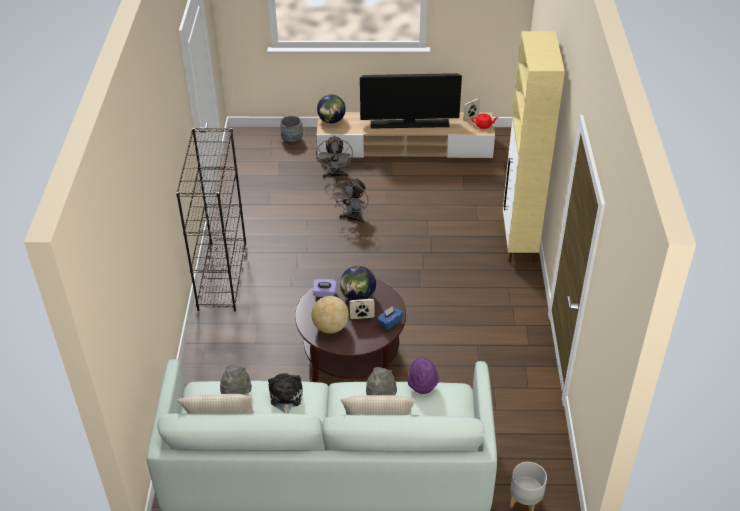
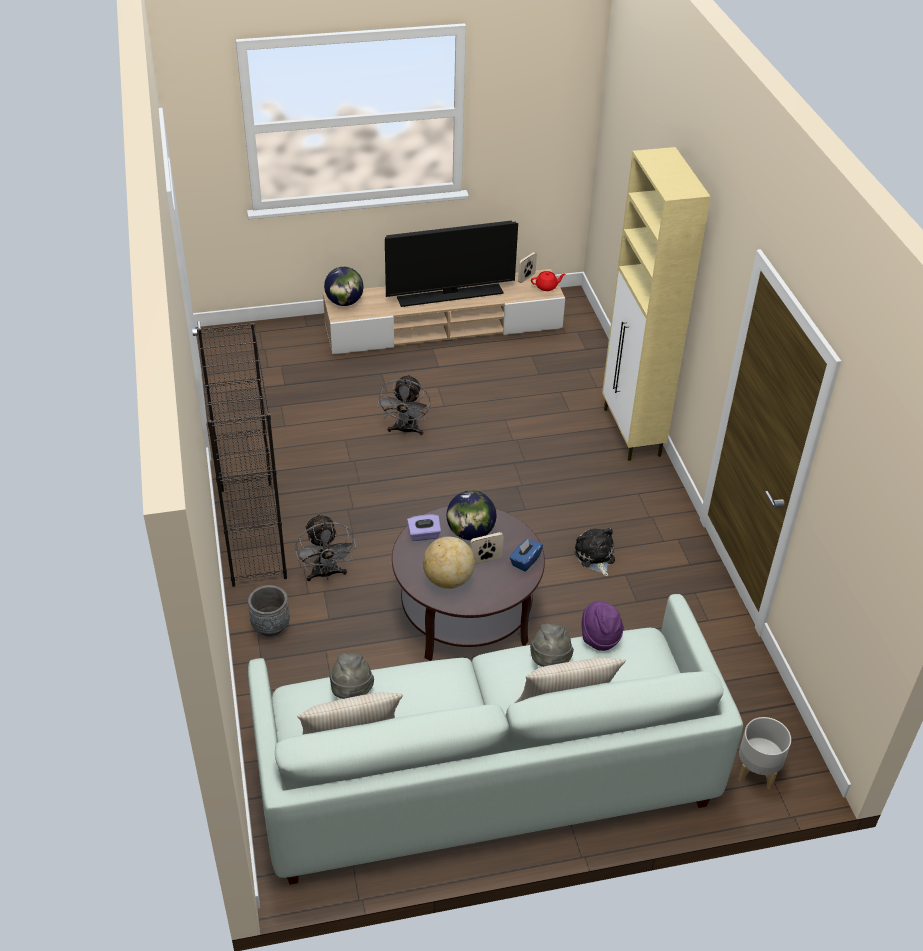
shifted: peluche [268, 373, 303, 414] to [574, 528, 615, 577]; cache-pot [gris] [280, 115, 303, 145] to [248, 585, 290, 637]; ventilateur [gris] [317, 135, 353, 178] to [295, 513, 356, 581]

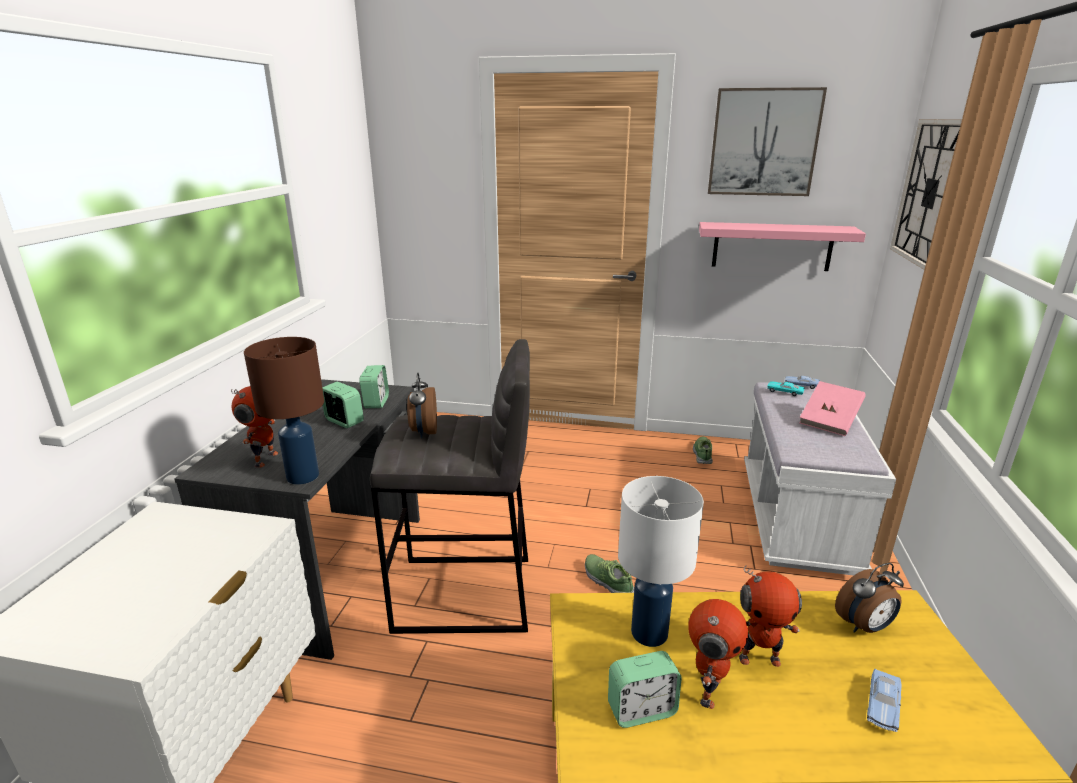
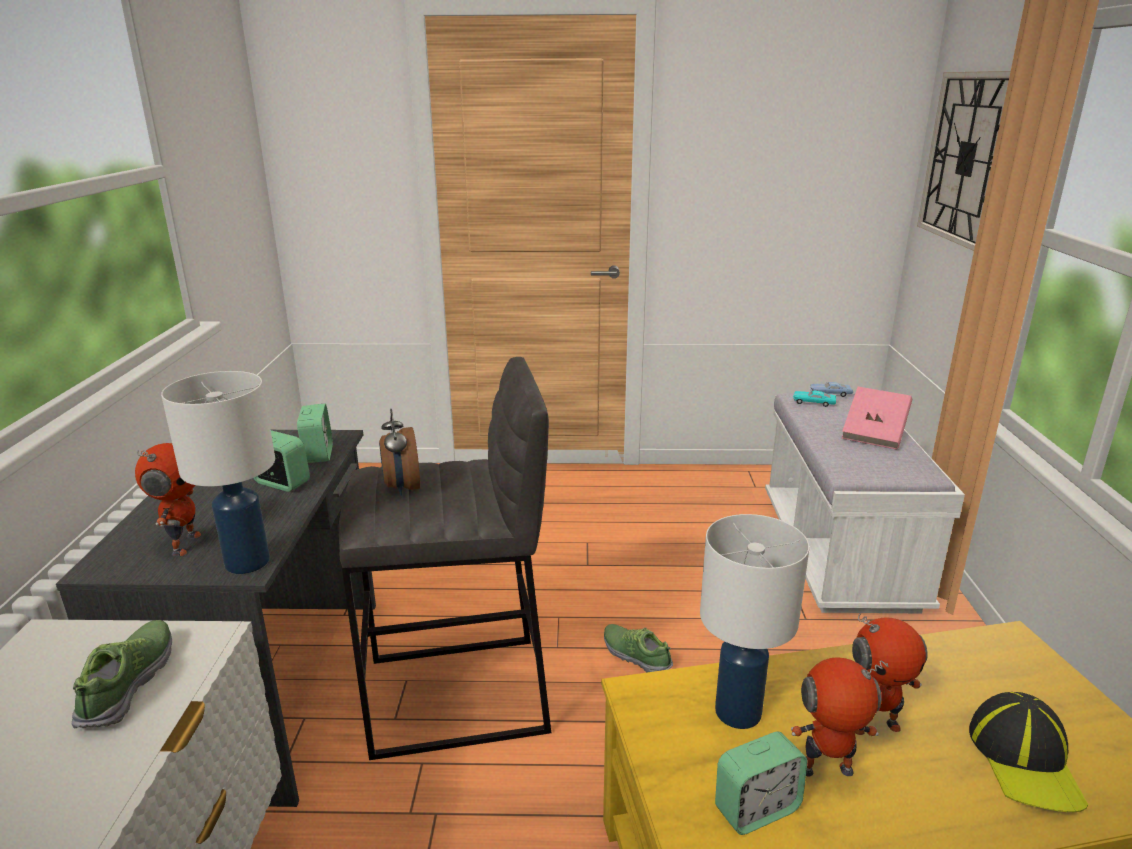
gone: étagère [rose] [699, 222, 866, 271]; tableau [708, 87, 827, 196]; réveil [835, 563, 904, 633]
shifted: chaussure [693, 437, 713, 464] to [72, 620, 172, 729]
swapped: petite voiture [bleu] [867, 669, 902, 732] to casquette [969, 692, 1088, 812]
repainted: lampe de table [marron] [244, 337, 324, 485] to lampe de table [blanc] [161, 371, 275, 574]
rotated: robot jouet [688, 599, 748, 709] = [791, 657, 889, 776] 105 degrees counterclockwise

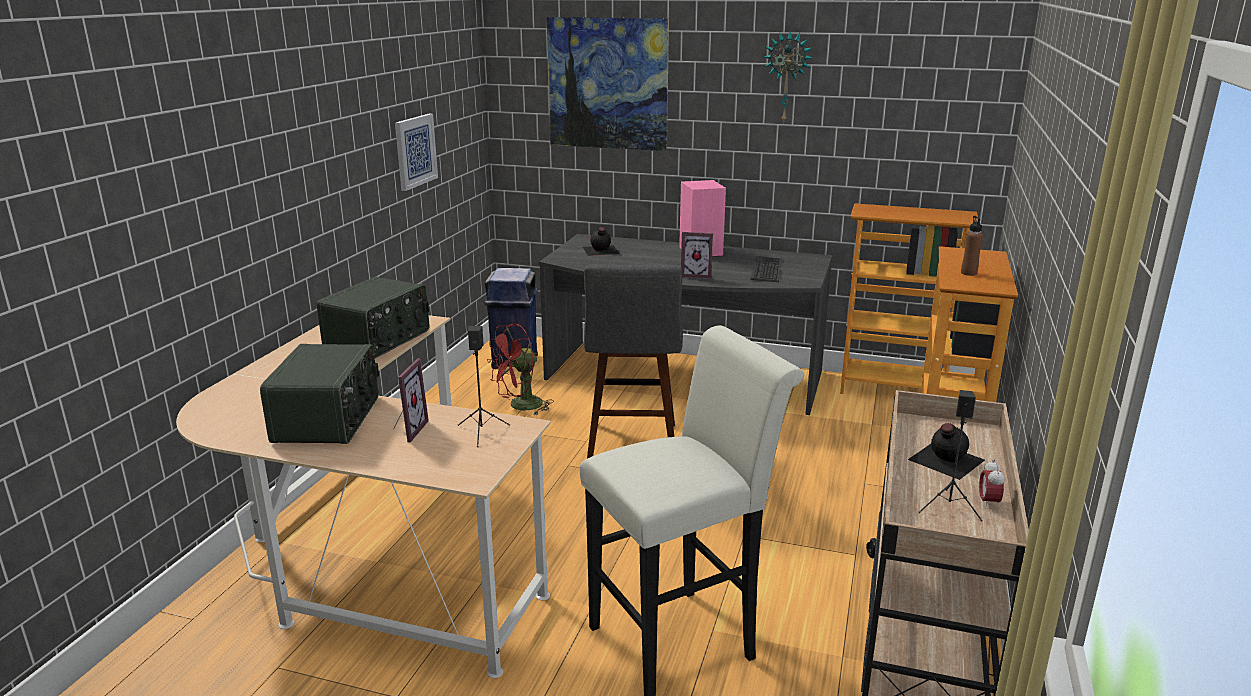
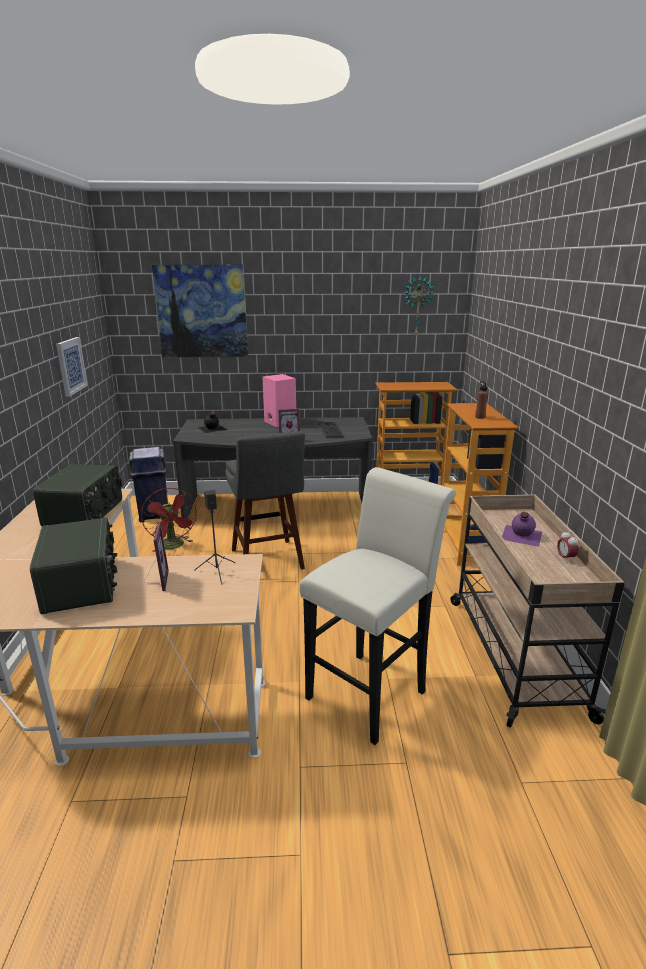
gone: enceinte [noir] [918, 390, 983, 521]
shifted: horloge murale [763, 32, 813, 124] to [403, 276, 435, 335]
repainted: bouteille [noir] [908, 423, 985, 480] to bouteille [violet] [502, 512, 542, 547]
rotated: ventilateur [rouge] [487, 323, 554, 415] = [141, 488, 197, 552] 60 degrees counterclockwise

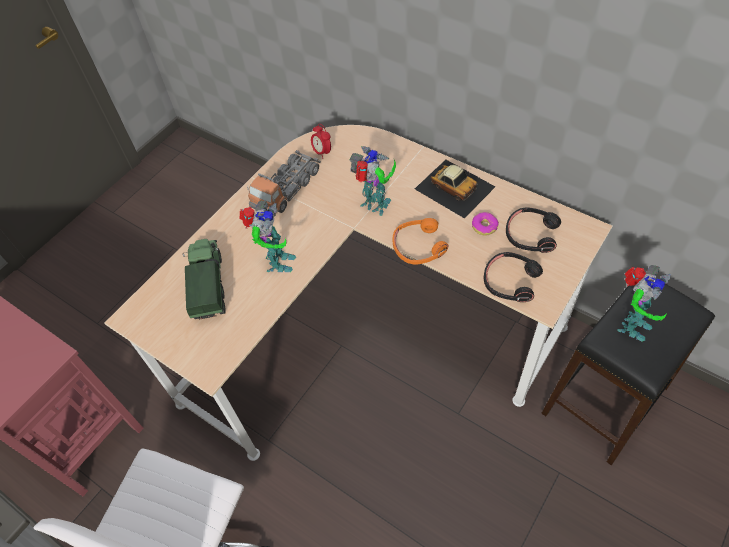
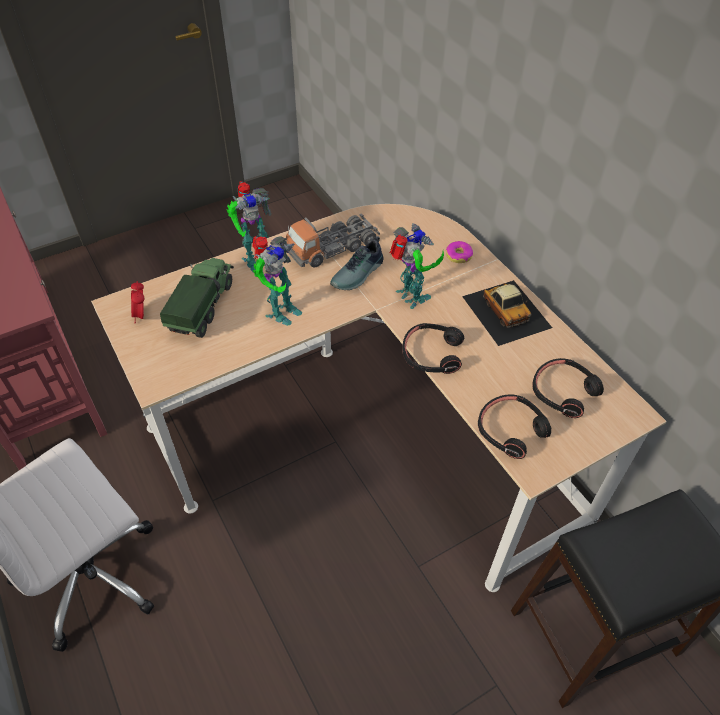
new: chaussure [330, 236, 384, 290]
shifted: réveil [311, 124, 331, 158] to [131, 281, 144, 324]; beignet [472, 212, 499, 236] to [446, 241, 473, 263]; robot jouet [617, 265, 671, 341] to [226, 181, 271, 273]
repainted: casque audio [orange] [393, 218, 449, 265] to casque audio [noir] [402, 323, 464, 374]

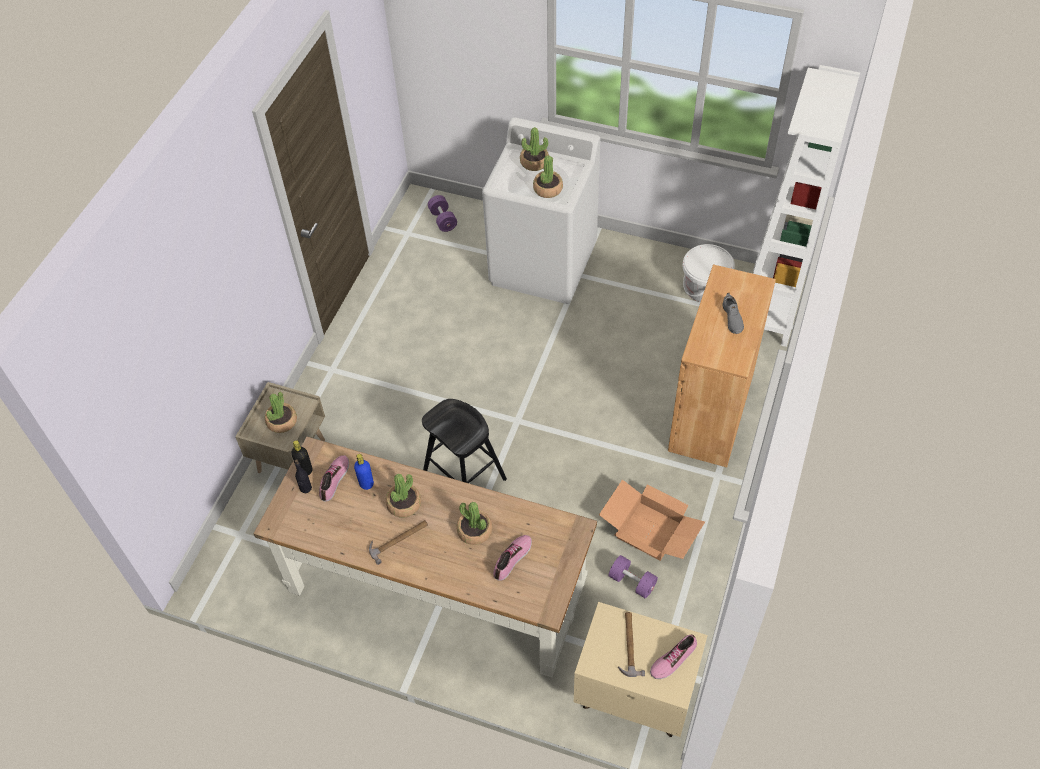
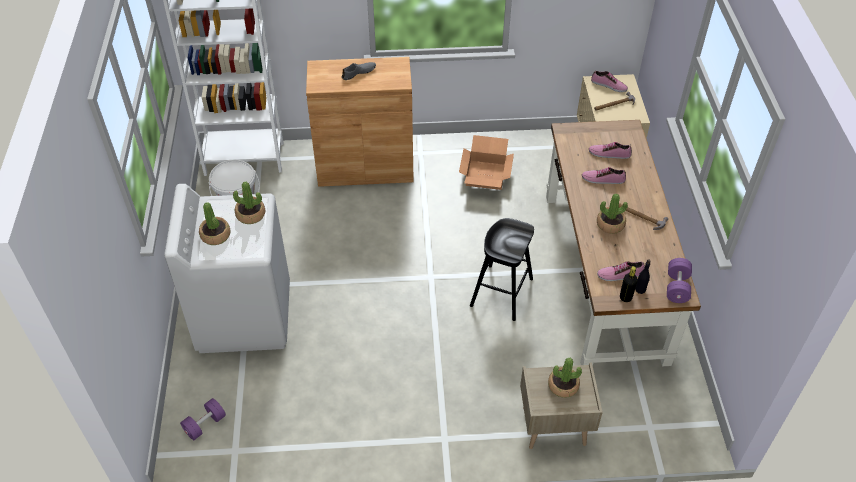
gone: bouteille [bleu] [354, 454, 374, 490]
shifted: haltère [violet] [609, 555, 658, 598] to [667, 258, 692, 303]
swapped: plante en pot [456, 502, 493, 545] to chaussure [582, 167, 626, 184]

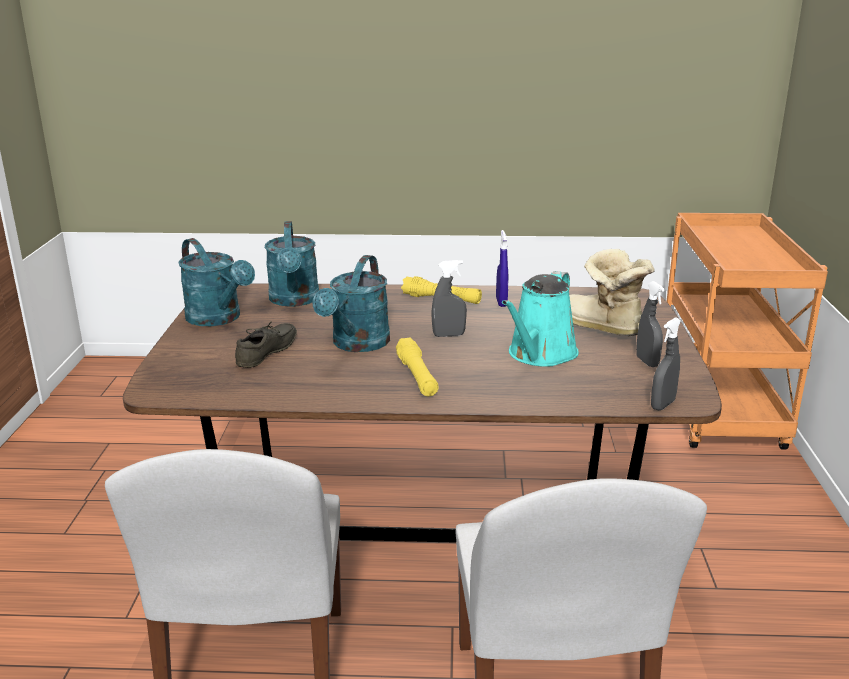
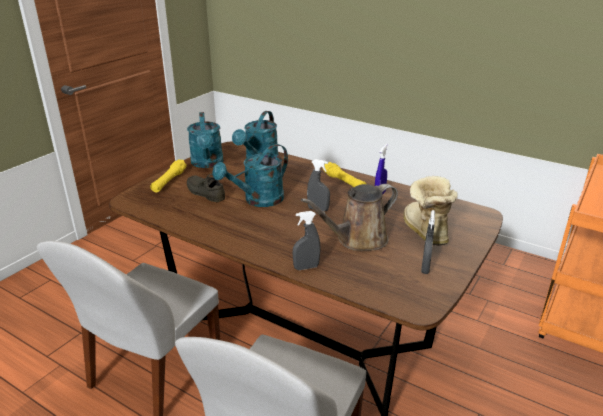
shifted: lampe de poche [jaune] [396, 337, 439, 396] to [150, 159, 187, 192]; vaporisateur [gris] [651, 317, 681, 411] to [293, 211, 321, 270]
repainted: arrosoir [turquoise] [502, 271, 579, 367] to arrosoir [marron] [301, 184, 398, 251]
rotated: chaussure [gris] [235, 321, 297, 368] = [187, 172, 225, 202] 105 degrees counterclockwise

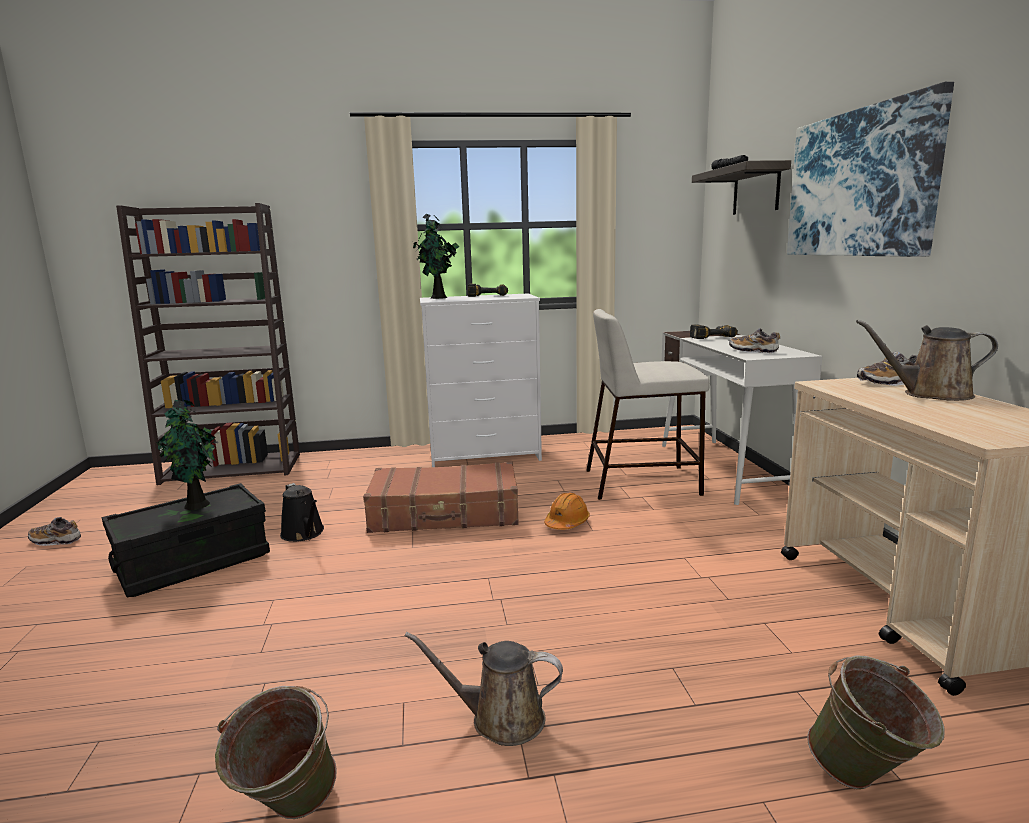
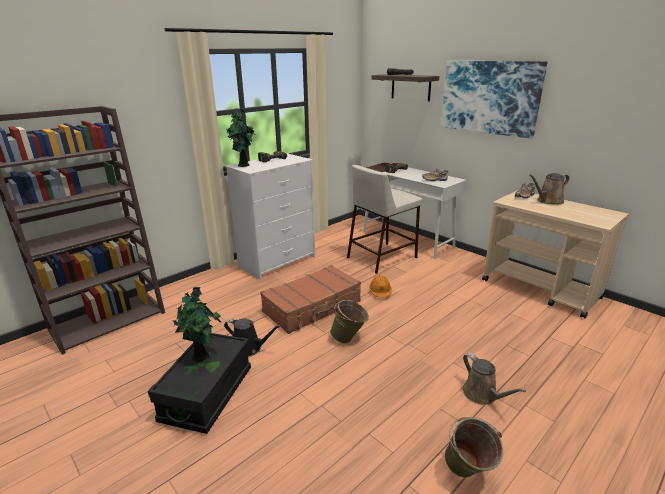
gone: chaussure [28, 517, 81, 546]
shifted: seau [vert] [807, 655, 945, 789] to [330, 299, 369, 344]
rotated: arrosoir [marron] [405, 632, 563, 746] = [463, 353, 526, 405] 90 degrees counterclockwise

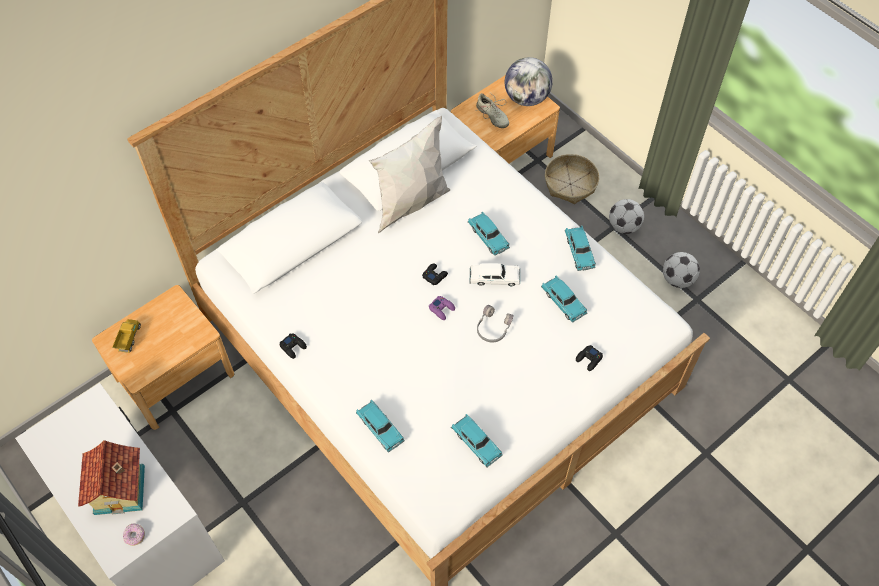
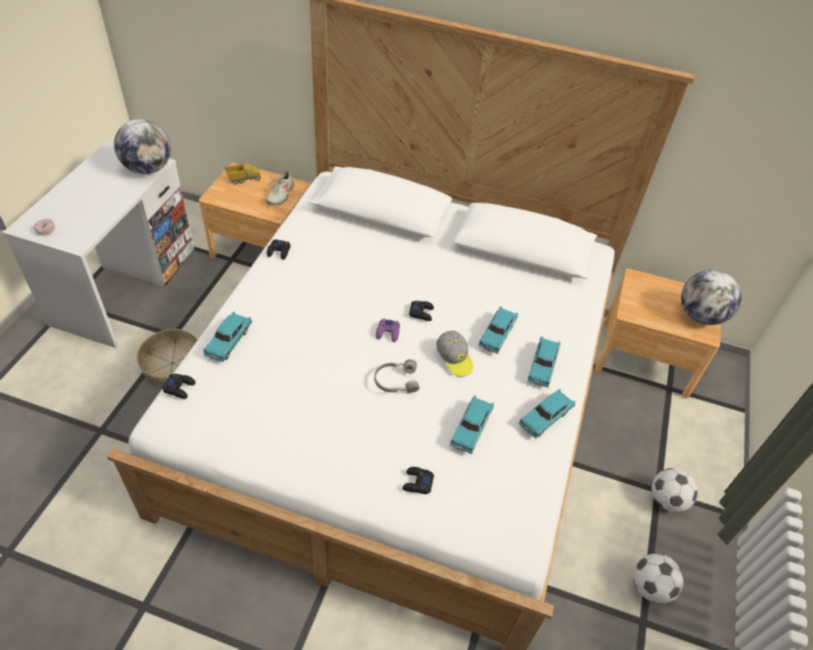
gone: maison miniature [78, 440, 145, 515]; coussin [blanc] [369, 116, 450, 233]
new: globe [114, 119, 171, 174]; manette [noir] [162, 374, 195, 399]
shifted: petite voiture [turquoise] [451, 414, 503, 467] to [527, 336, 561, 388]; chaussure [beige] [476, 93, 509, 128] to [265, 170, 295, 205]; panier [545, 154, 599, 204] to [136, 329, 198, 384]
swapped: petite voiture [blanc] [470, 263, 520, 286] to casquette [436, 331, 473, 377]

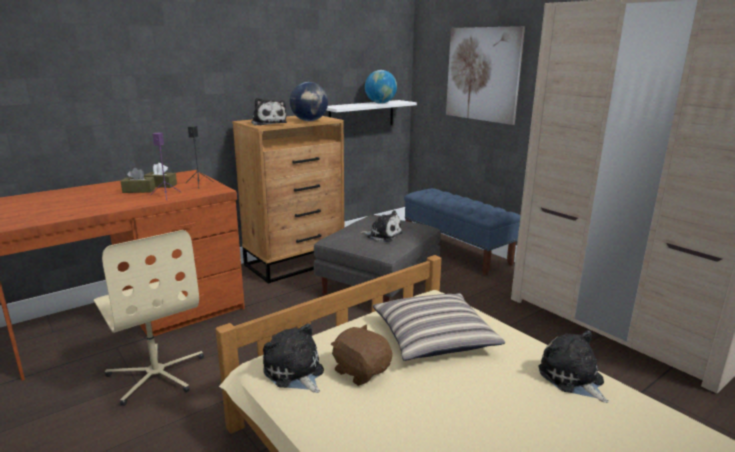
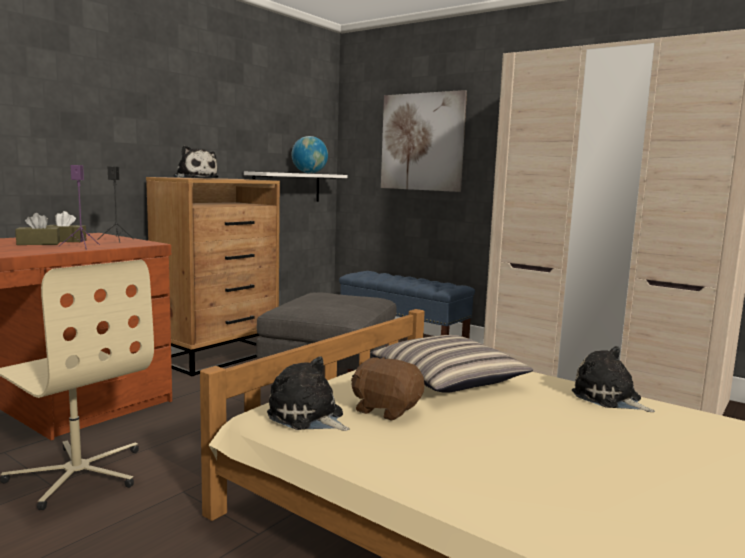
gone: globe [290, 82, 328, 121]; peluche [360, 210, 403, 242]

